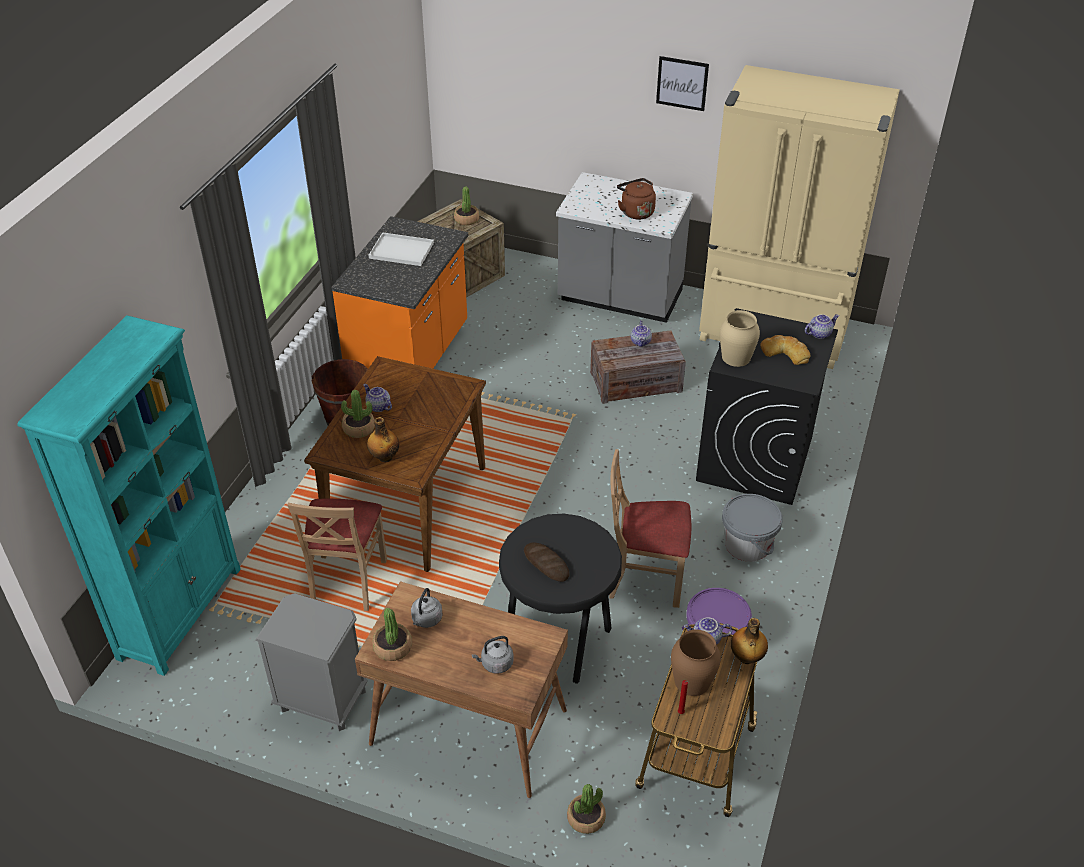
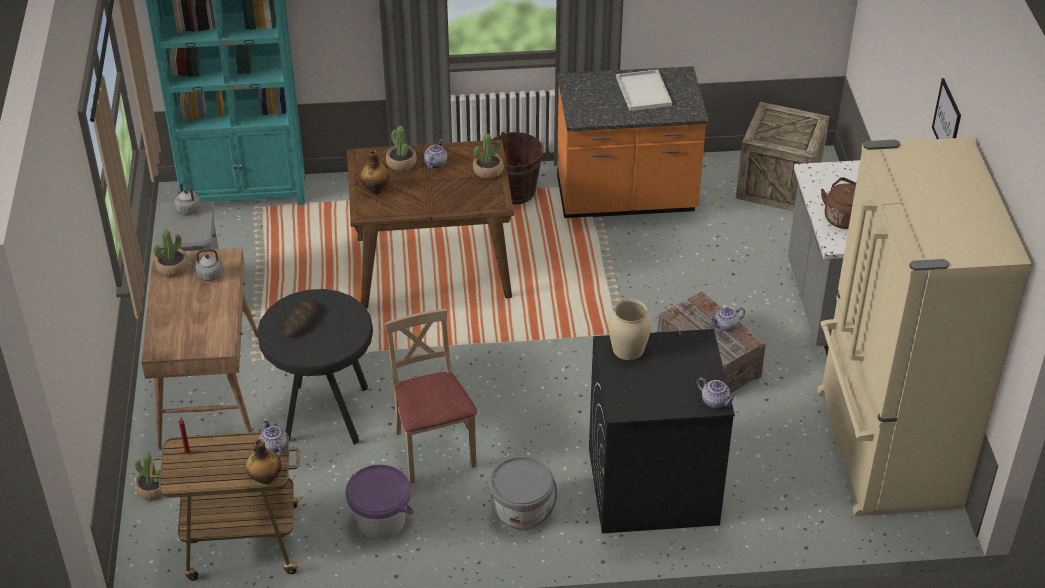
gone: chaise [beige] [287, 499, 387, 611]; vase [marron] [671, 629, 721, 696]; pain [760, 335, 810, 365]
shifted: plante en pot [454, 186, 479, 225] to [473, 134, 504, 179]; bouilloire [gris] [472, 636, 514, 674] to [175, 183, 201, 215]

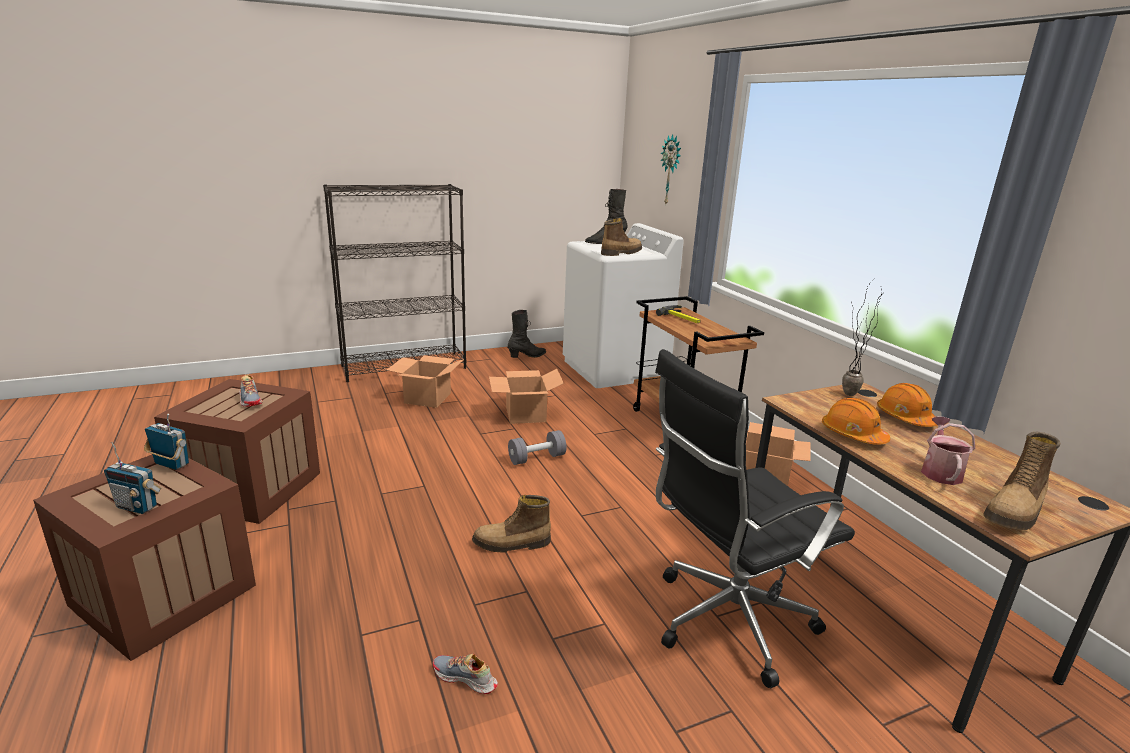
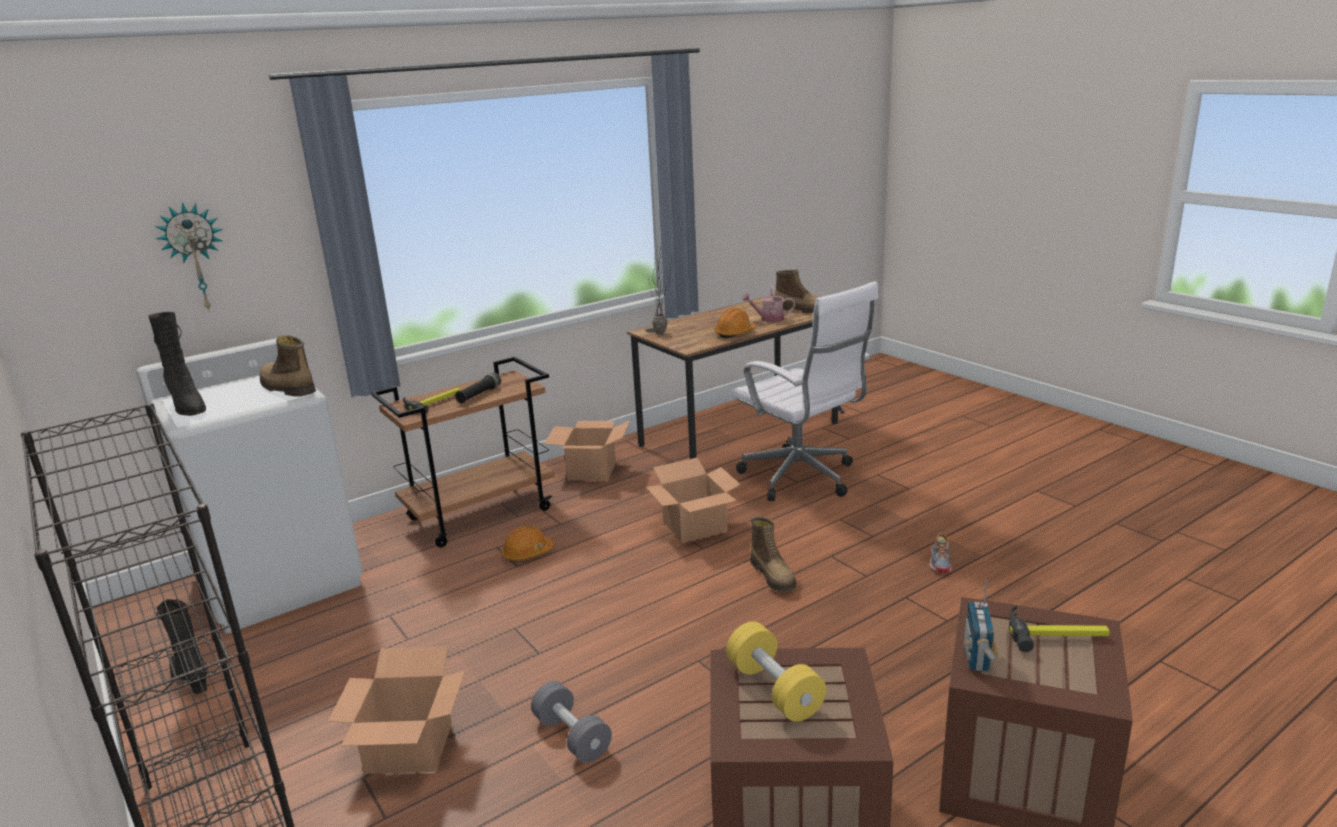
new: lampe de poche [noir] [455, 373, 501, 403]
shifted: carton [489, 369, 564, 424] to [646, 457, 741, 543]; haltère [gris] [508, 430, 566, 465] to [531, 681, 612, 763]; casque de chantier [orange] [877, 383, 937, 427] to [501, 525, 554, 562]
swapped: radio [104, 442, 162, 514] to marteau [1009, 605, 1110, 652]; chaussure [239, 374, 263, 407] to haltère [jaune] [726, 622, 826, 722]
repainted: chaise de bureau [noir] [655, 349, 855, 688] to chaise de bureau [blanc] [731, 281, 879, 501]

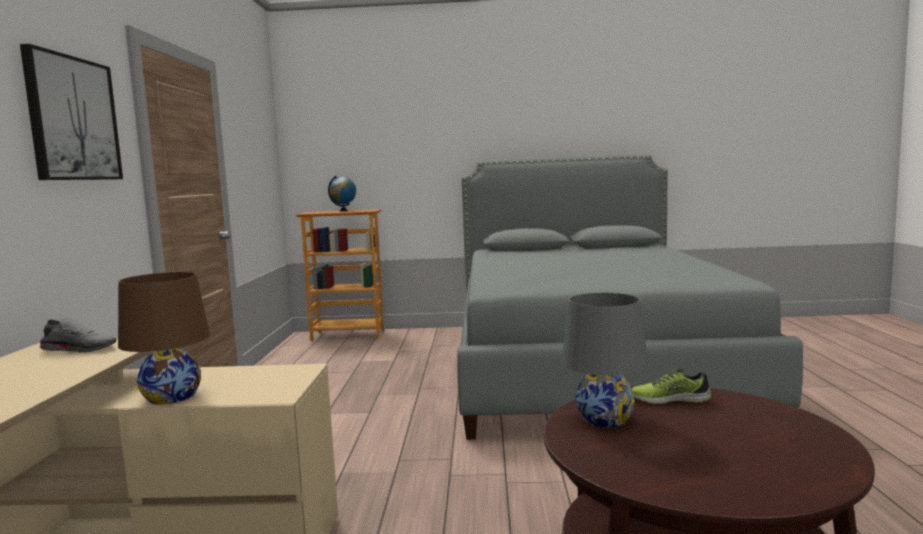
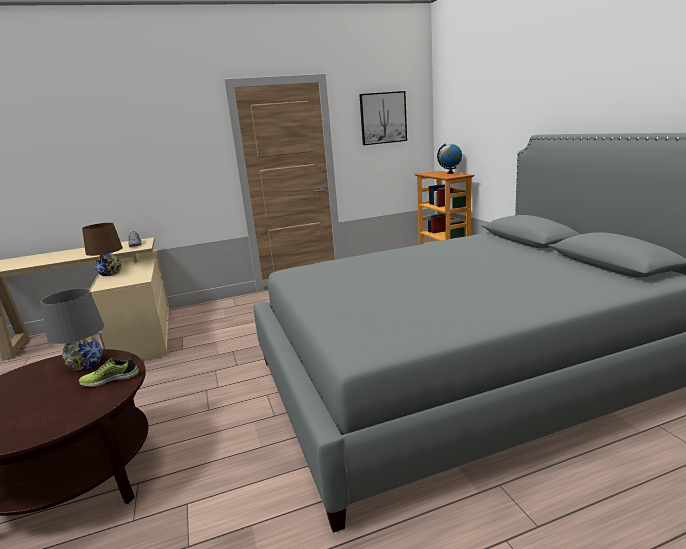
shifted: tableau [20, 44, 123, 180] to [359, 91, 407, 145]
rotated: chaussure [632, 367, 711, 404] = [79, 357, 139, 387] 90 degrees counterclockwise

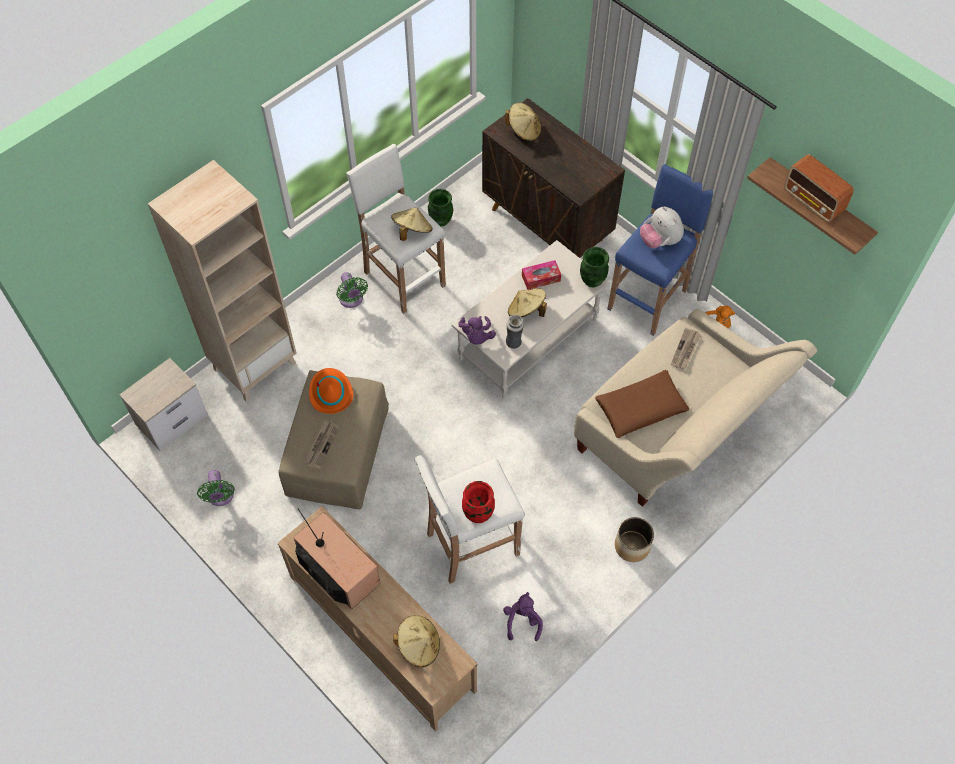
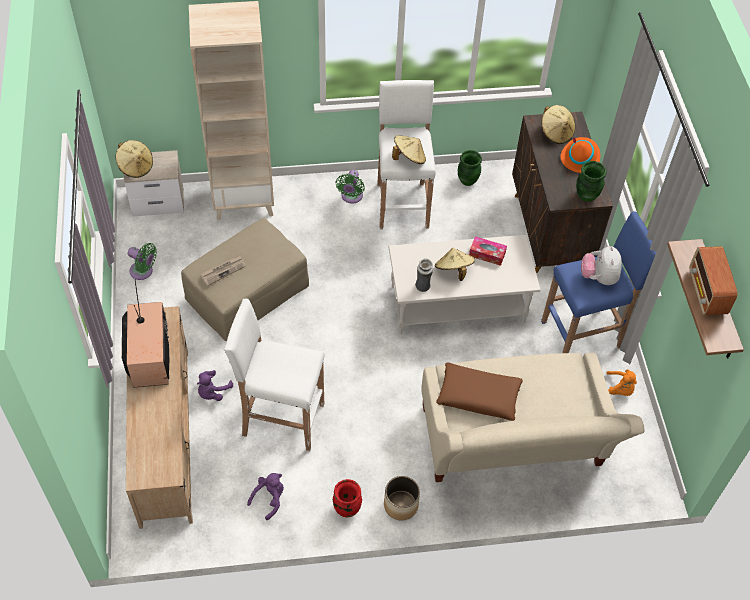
gone: journal [671, 328, 701, 369]
shifted: chapeau [orange] [309, 368, 353, 414] to [560, 137, 600, 173]; chapeau [beige] [393, 615, 440, 667] to [116, 140, 153, 178]; peluche [violet] [458, 316, 496, 345] to [197, 370, 233, 401]; vase [rouge] [462, 481, 495, 523] to [333, 479, 362, 518]; vase [vert] [580, 247, 609, 287] to [576, 161, 607, 202]
rotated: ventilateur [vert] [197, 470, 235, 506] = [128, 243, 157, 280] 90 degrees counterclockwise

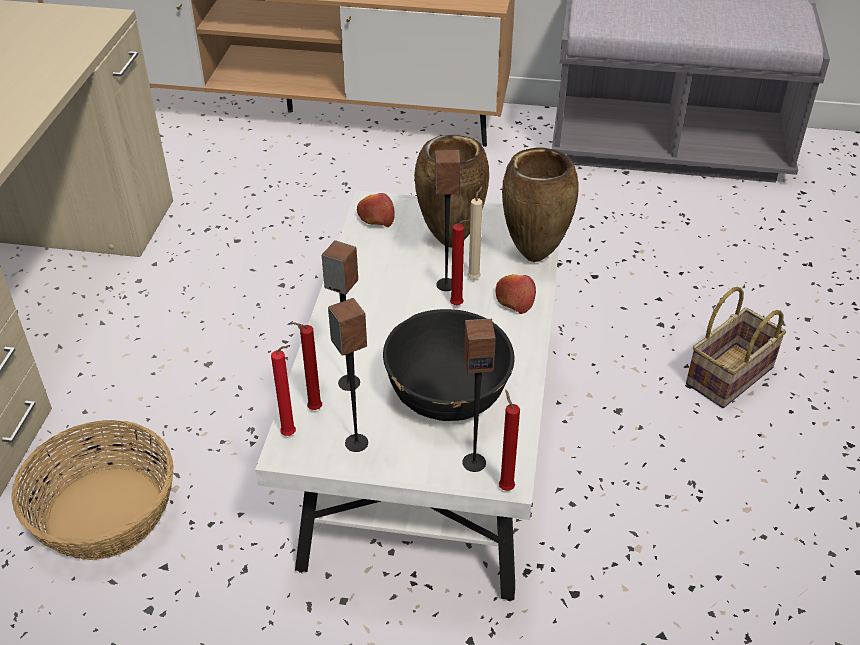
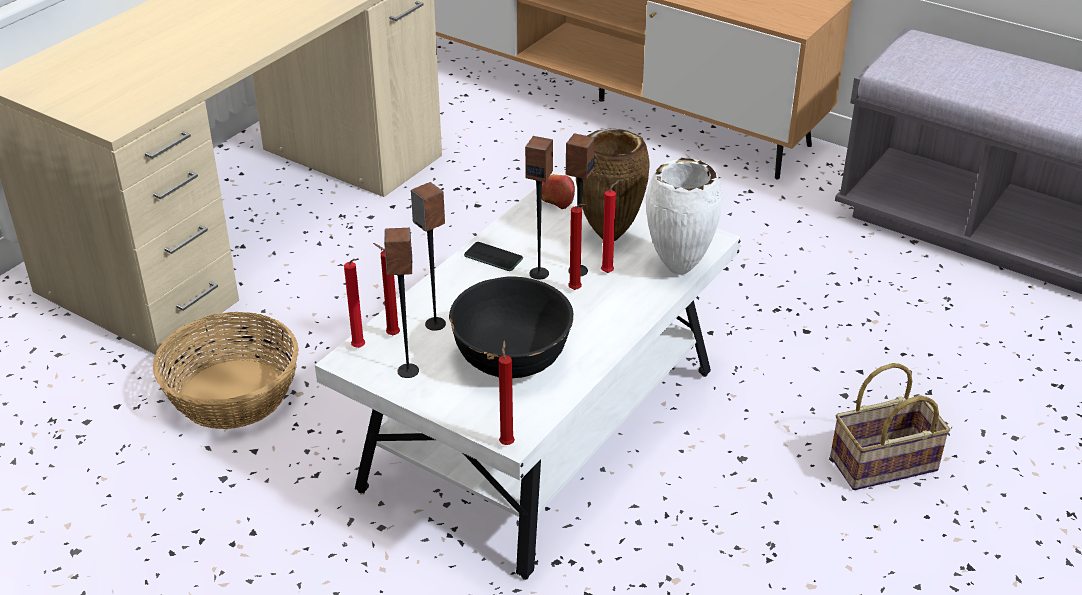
gone: pomme [496, 274, 536, 314]
new: téléphone [464, 242, 523, 271]
shifted: enceinte [462, 319, 496, 472] to [525, 136, 553, 280]
repainted: bougie [beige] [467, 186, 483, 279] to bougie [rouge] [601, 180, 620, 273]; vase [marron] [502, 148, 579, 262] to vase [blanc] [646, 158, 723, 275]

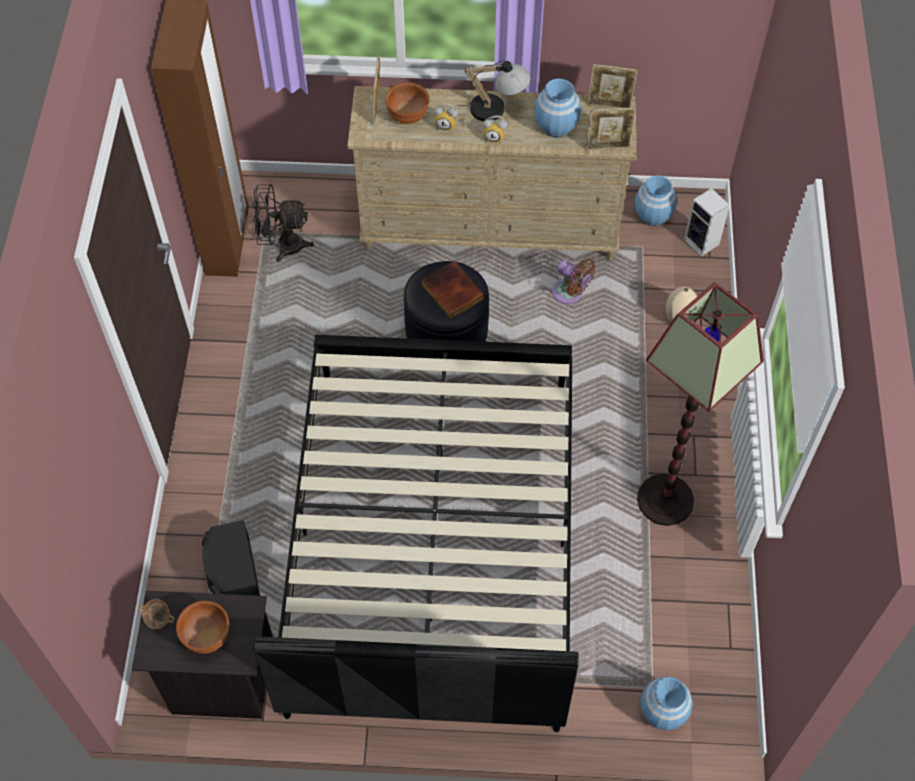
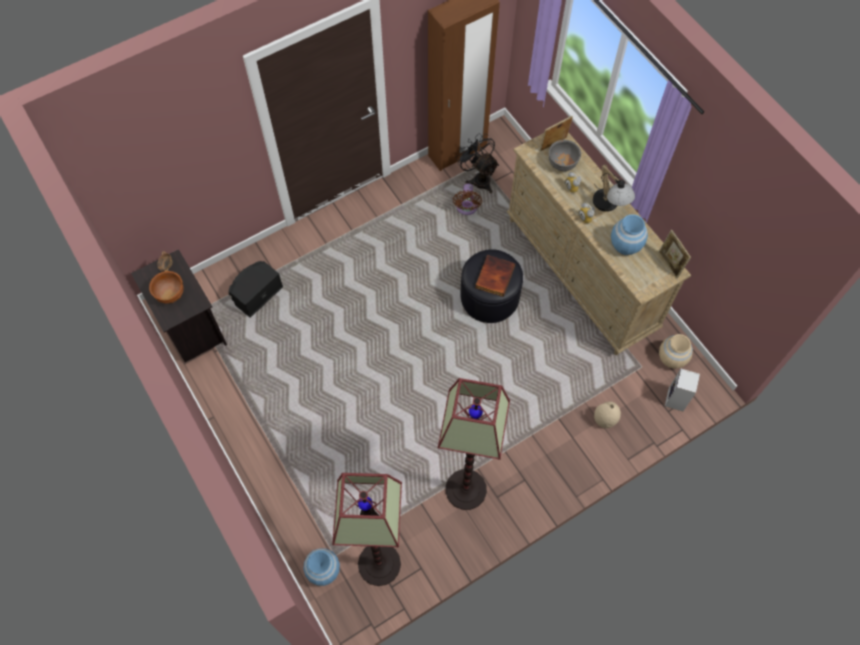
gone: lit [noir] [253, 335, 579, 732]; cadre photo [586, 107, 636, 151]
new: lampadaire [332, 473, 402, 586]
shifted: ventilateur [marron] [552, 259, 596, 304] to [453, 184, 482, 215]
repainted: bol [marron] [385, 82, 430, 124] to bol [gris] [549, 140, 581, 171]; vase [bleu] [635, 175, 677, 226] to vase [beige] [659, 334, 693, 369]

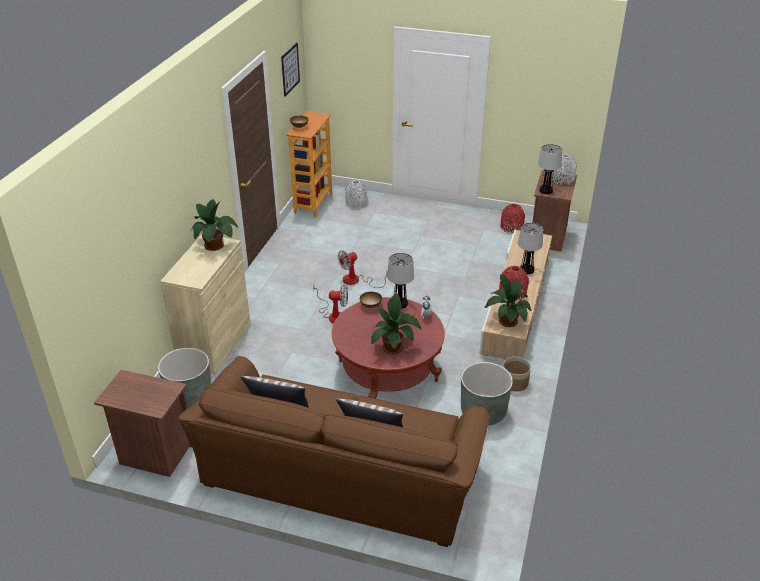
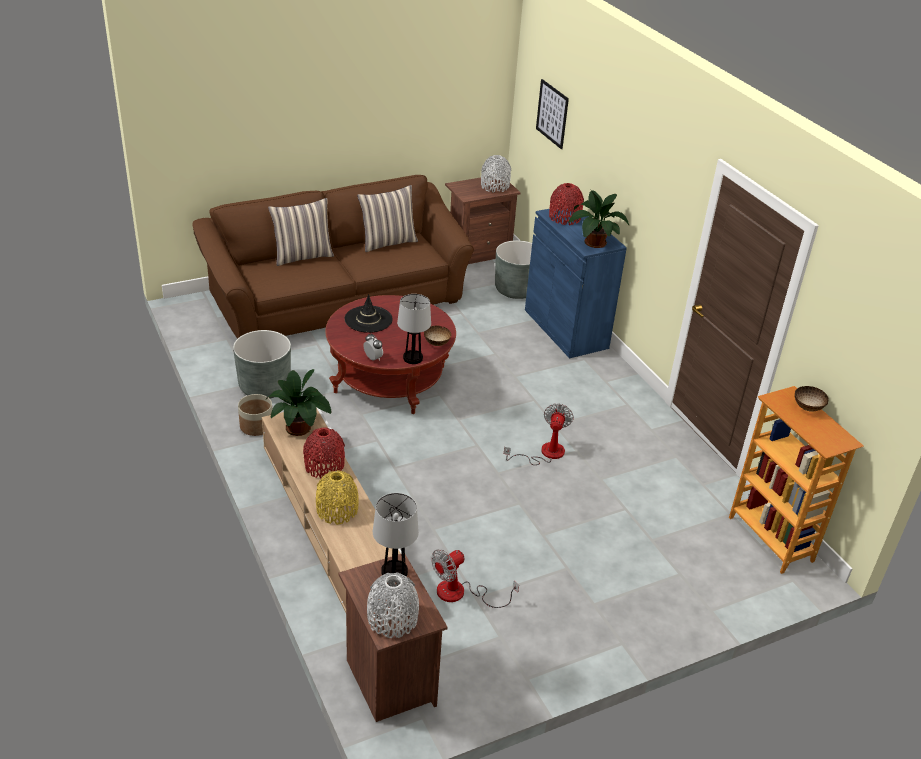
shifted: tableau [281, 43, 300, 97] to [536, 79, 569, 149]; ventilateur [313, 285, 348, 323] to [431, 549, 519, 608]; vase [gris] [345, 180, 367, 208] to [481, 155, 511, 192]; vase [rouge] [501, 204, 525, 233] to [549, 183, 584, 225]
swapped: plante en pot [371, 294, 421, 354] to chapeau [noir] [345, 294, 393, 333]; lampe de table [518, 223, 543, 274] to vase [jaune] [316, 470, 359, 525]
repainted: meuble de rangement [beige] [160, 234, 250, 375] to meuble de rangement [bleu] [525, 208, 627, 358]

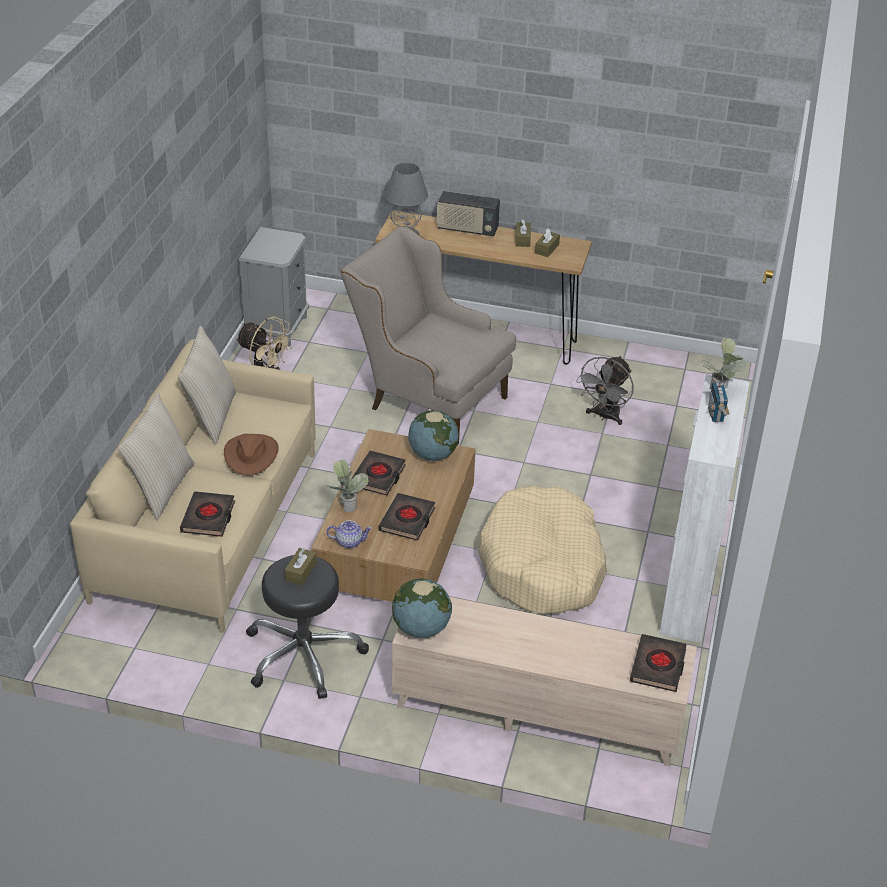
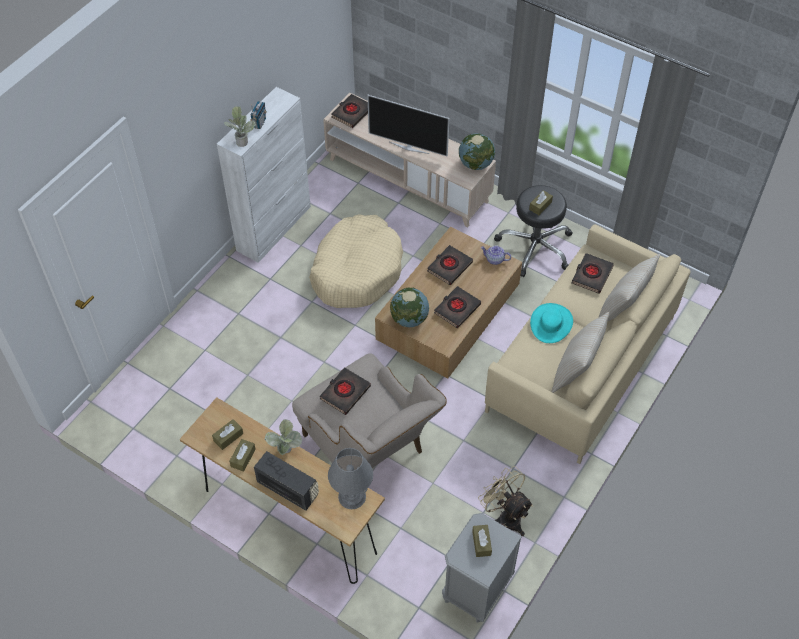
gone: ventilateur [gris] [576, 356, 633, 425]
new: livre [noir] [320, 367, 371, 415]; téléviseur [367, 95, 450, 156]; boîte à mouchoirs [marron] [472, 525, 492, 557]
shifted: plante en pot [326, 459, 369, 512] to [265, 419, 302, 455]
repainted: chapeau [marron] [224, 434, 279, 476] to chapeau [turquoise] [530, 303, 573, 343]

